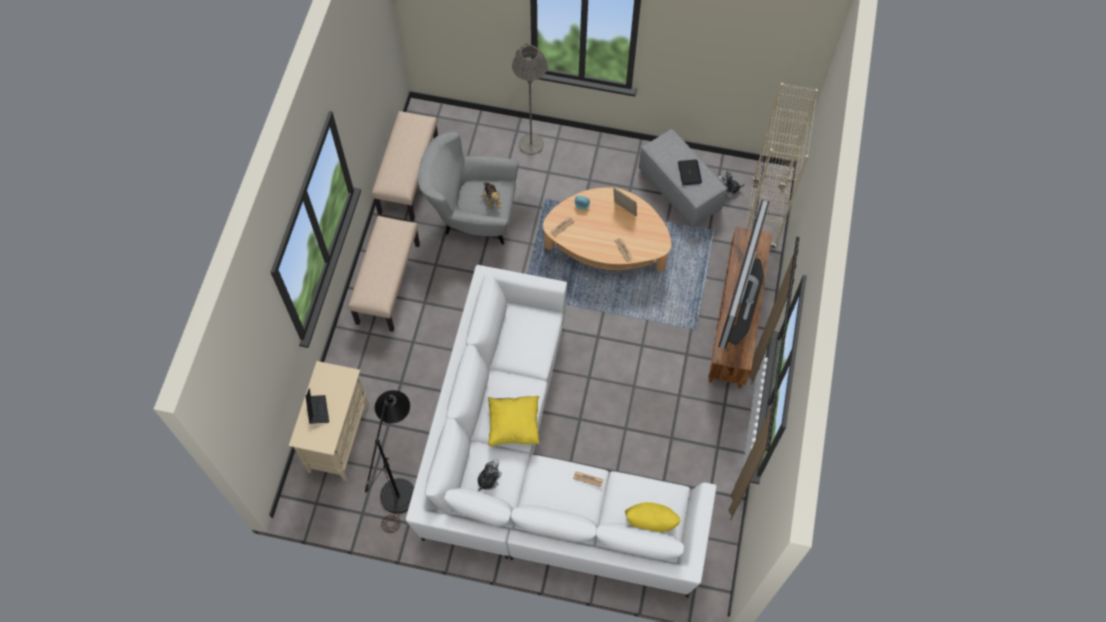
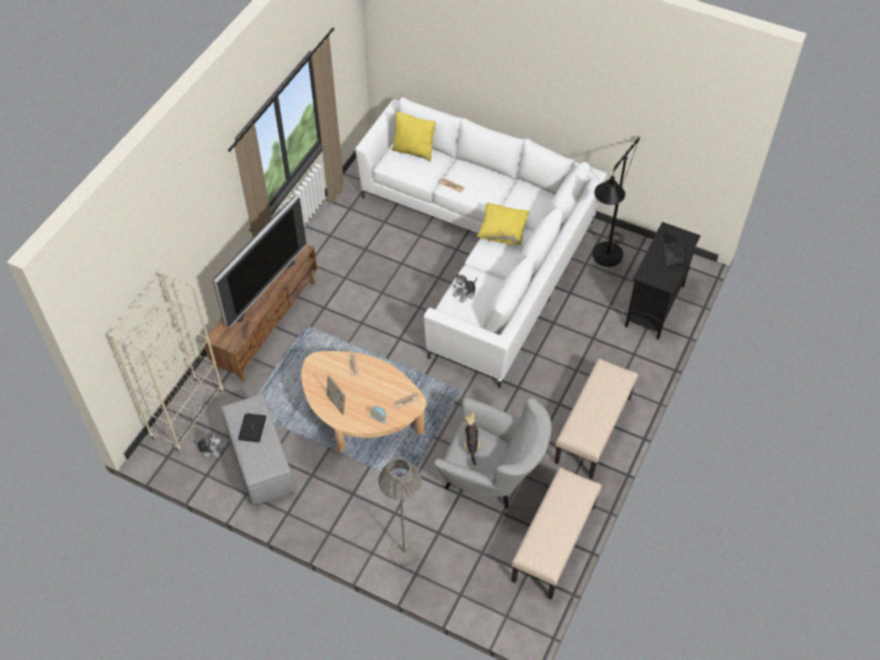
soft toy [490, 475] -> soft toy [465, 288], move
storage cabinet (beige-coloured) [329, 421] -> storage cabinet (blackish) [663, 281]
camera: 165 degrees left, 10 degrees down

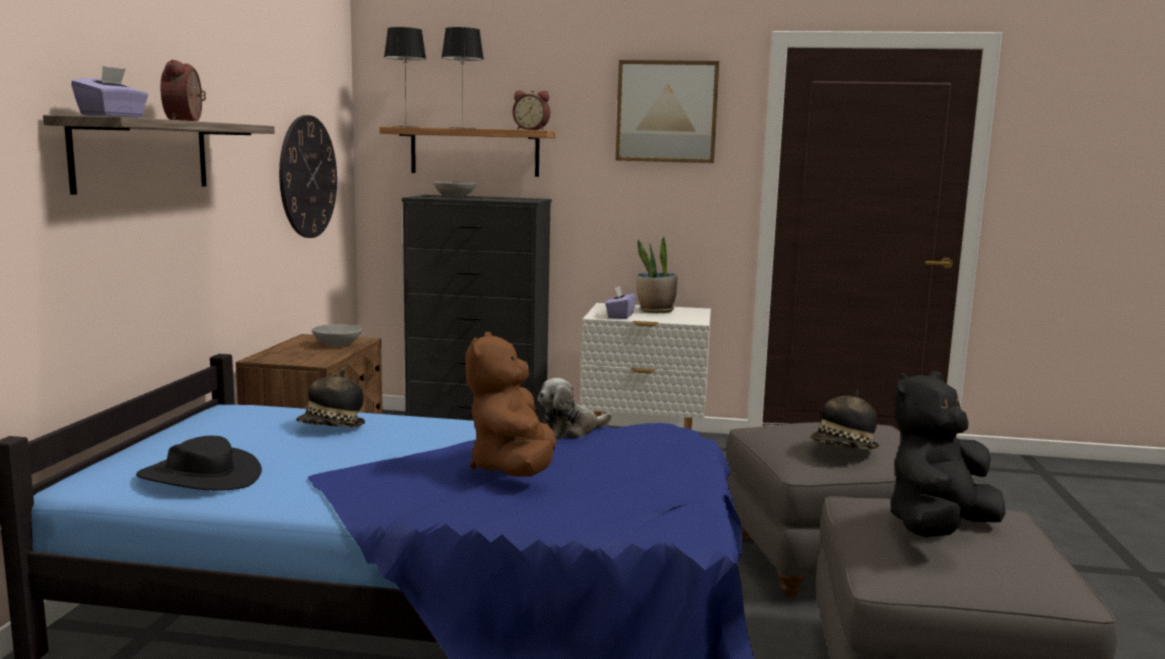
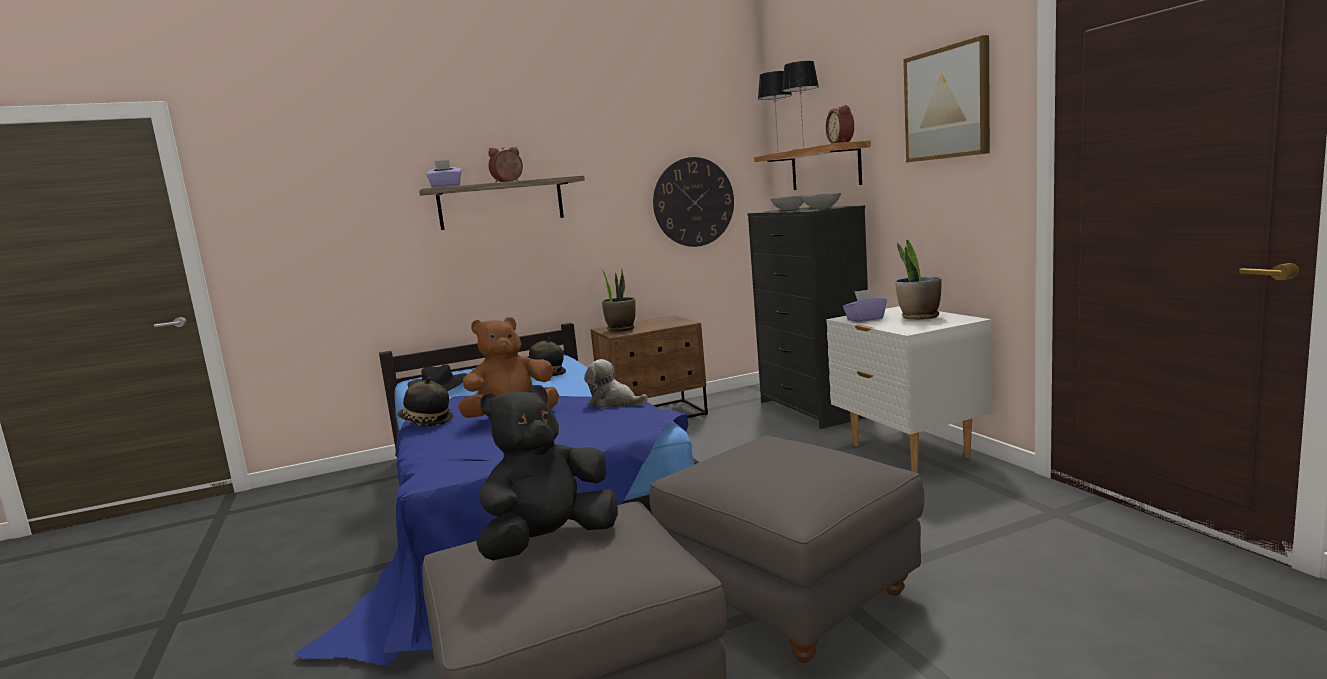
none -> potted plant [618, 300]
serving bowl (grey) [337, 335] -> serving bowl (grey) [821, 201], move
wearable hat [844, 420] -> wearable hat [425, 401], move
soft toy (blackish) [948, 454] -> soft toy (blackish) [547, 472], 60 degrees counterclockwise
camera: 60 degrees right, 0 degrees up

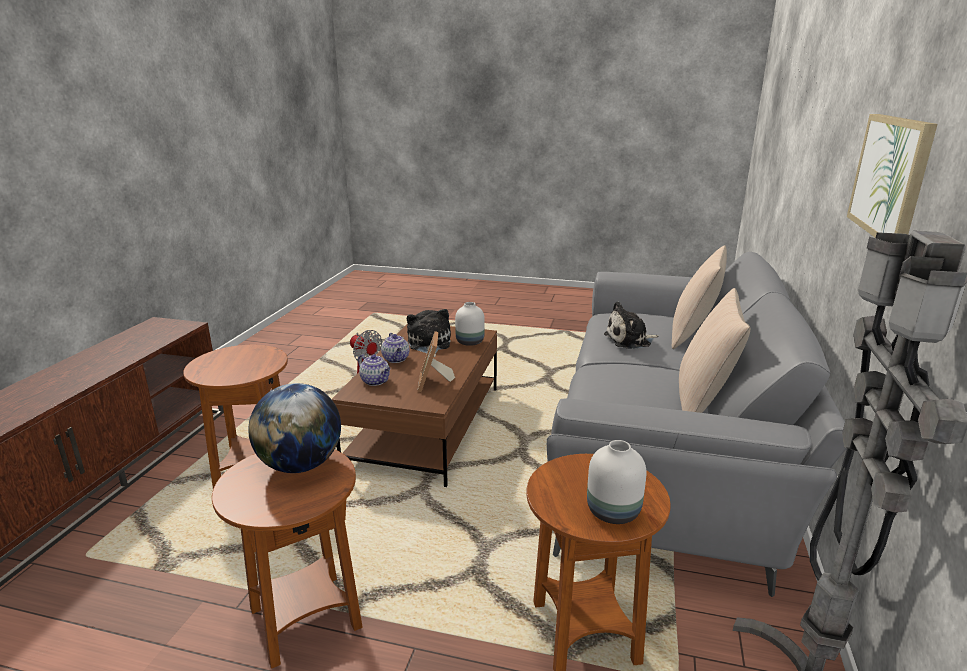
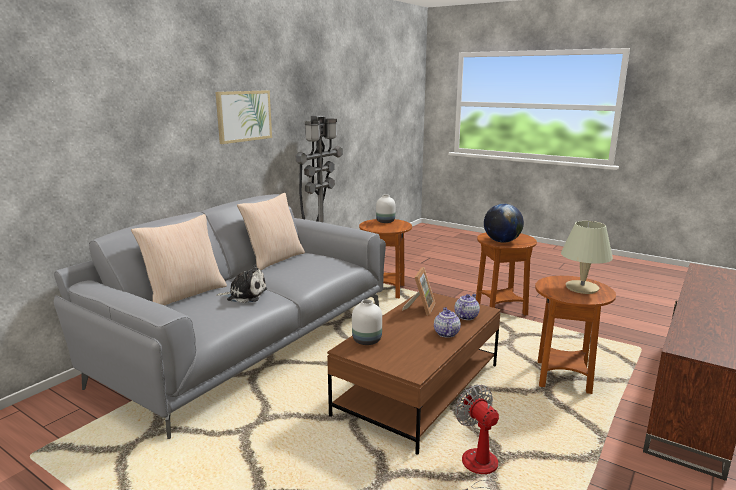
soft toy [429, 333] -> none
none -> tabletop lamp (beige-coloured) [587, 257]
pot for tea [374, 370] -> pot for tea [467, 307], 60 degrees clockwise
camera: 160 degrees left, 5 degrees down

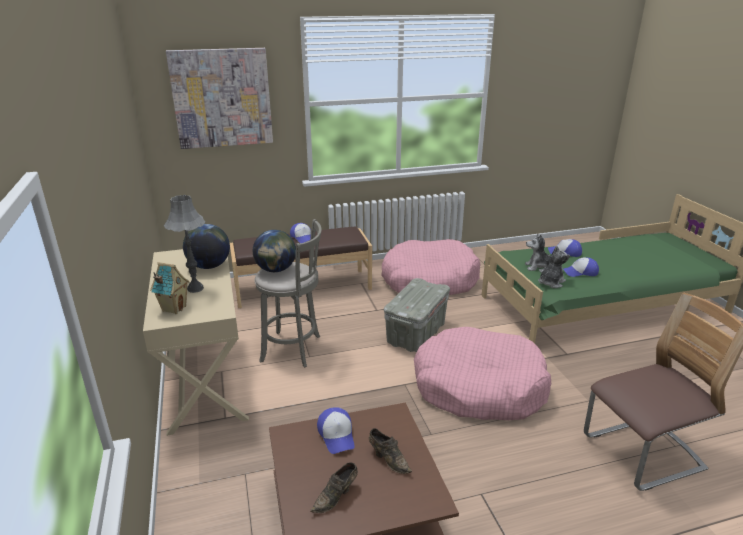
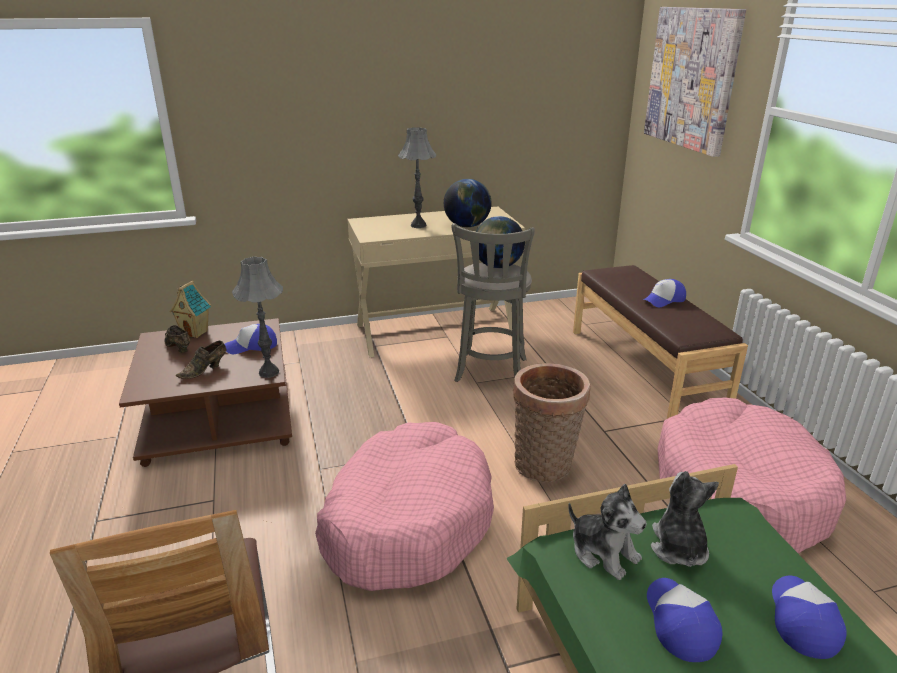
none -> tabletop lamp (grey) [257, 317]
miniature house [170, 288] -> miniature house [190, 309], move
storage container (grey) [417, 315] -> basket [552, 422]
camera: 90 degrees right, 0 degrees up

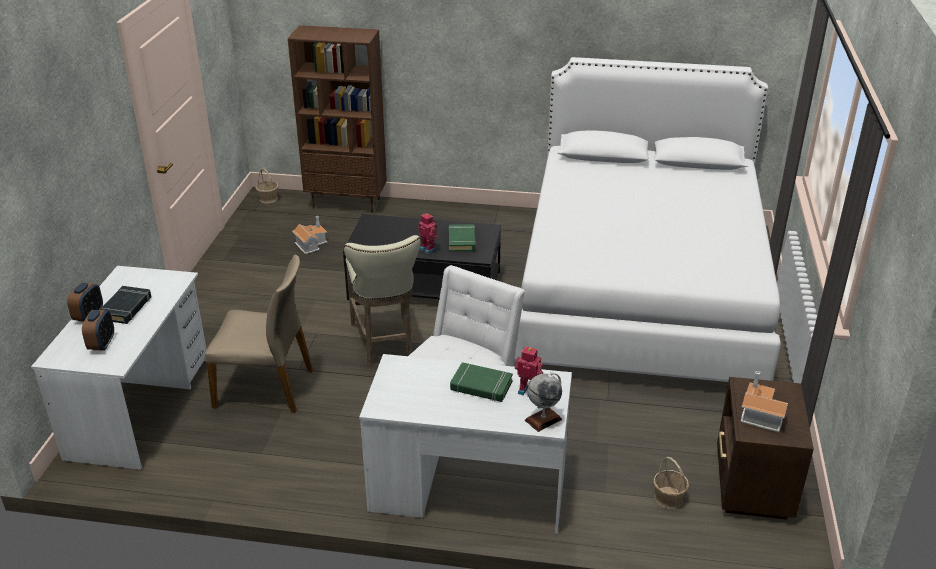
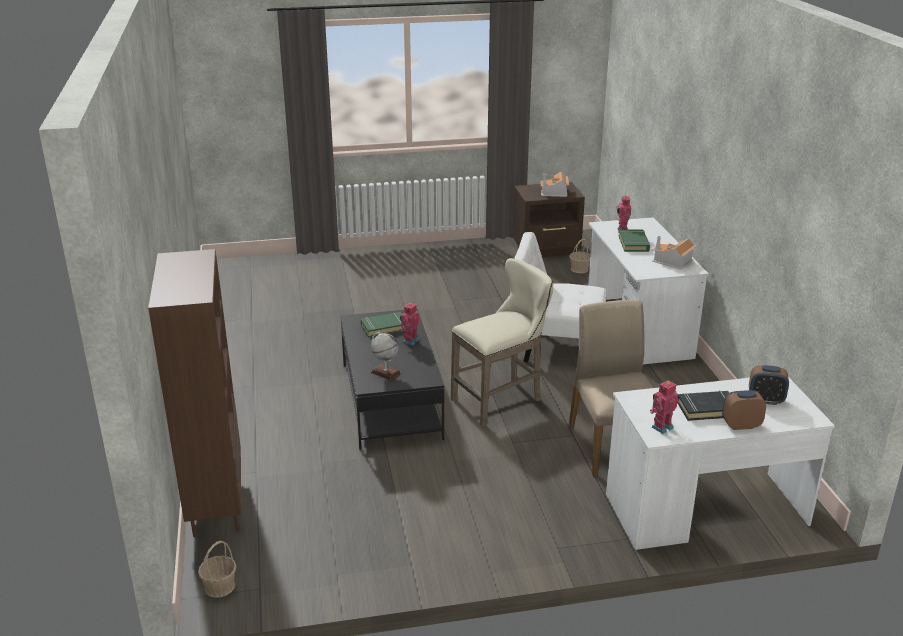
bed (whitish) [648, 219] -> none
none -> model robot [664, 407]
miniature house [309, 235] -> miniature house [674, 253], move
globe [543, 402] -> globe [386, 356], move
alarm clock [98, 330] -> alarm clock [769, 385], 150 degrees counterclockwise
camera: 110 degrees left, 5 degrees down

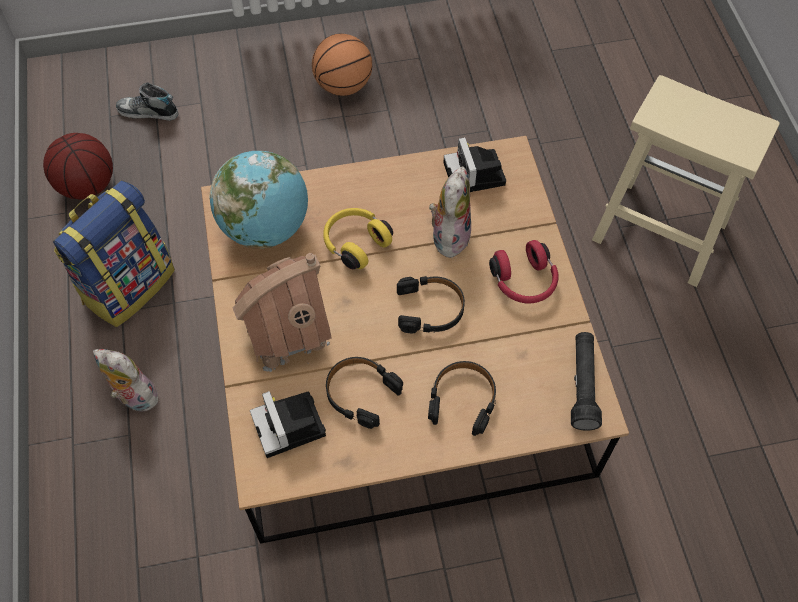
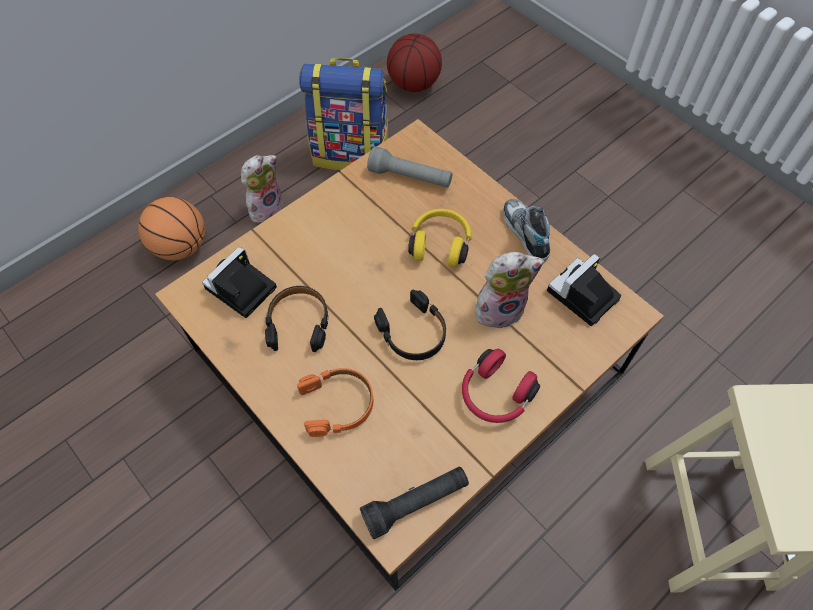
miniature house [282, 312] -> none
shoe [147, 101] -> shoe [526, 230], move
basketball [342, 65] -> basketball [171, 229], move
globe [259, 200] -> torch (grey) [410, 167]
headset (blackish) [462, 398] -> headset (orange) [335, 402]
soft toy [128, 380] -> soft toy [262, 189], 45 degrees clockwise
camera: 60 degrees right, 0 degrees up

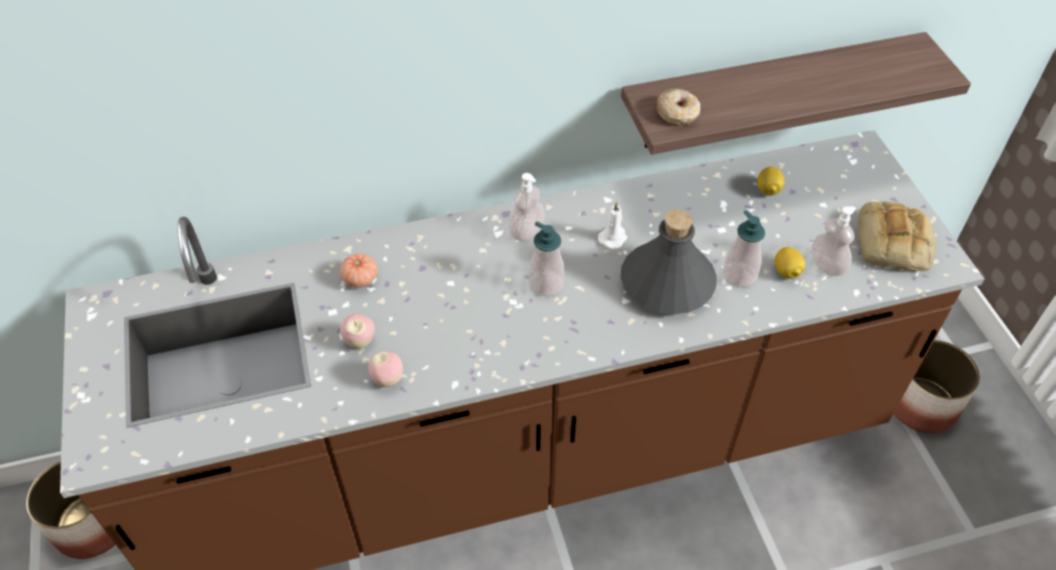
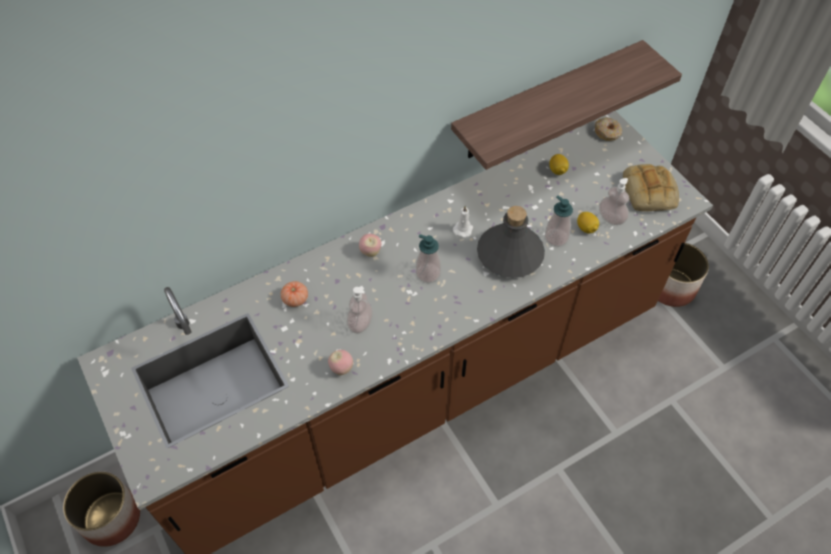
apple [357, 331] -> apple [370, 245], move
soap dispenser [527, 207] -> soap dispenser [360, 310], move
ring doughnut [678, 106] -> ring doughnut [608, 129], move
camera: 15 degrees left, 5 degrees up

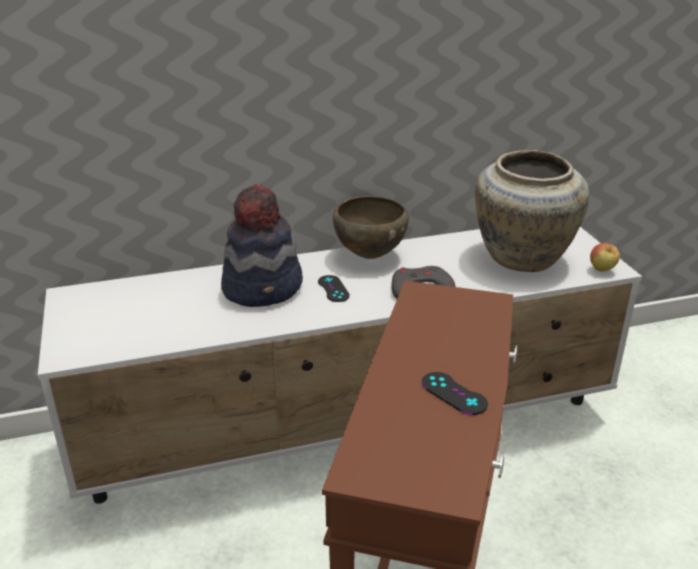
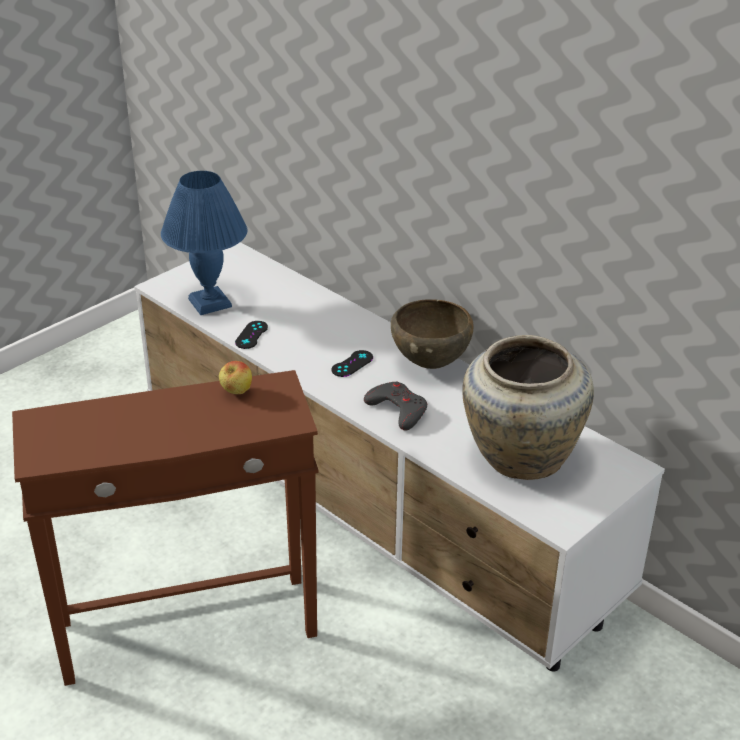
wearable hat [262, 245] -> none
none -> tabletop lamp (blue) [204, 243]
joypad (blackish) [455, 393] -> joypad (blackish) [251, 335], move
apple [605, 257] -> apple [235, 377], move
camera: 60 degrees right, 5 degrees up

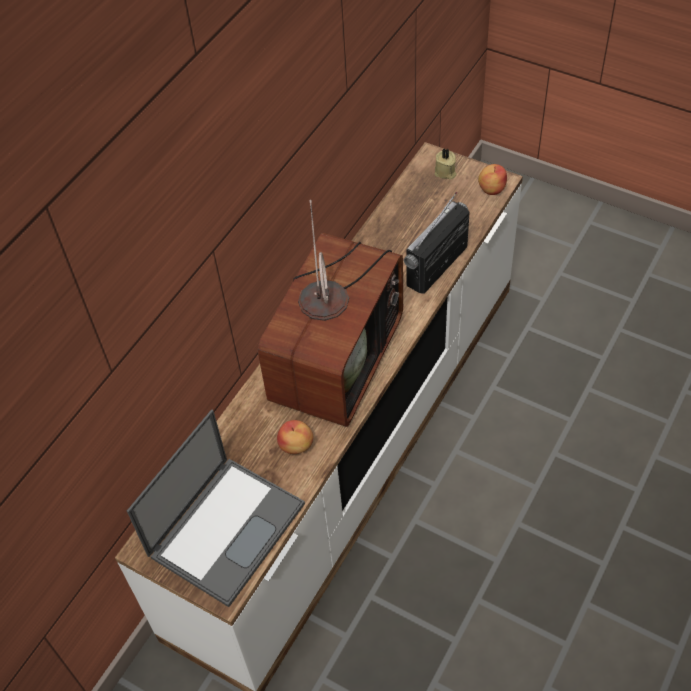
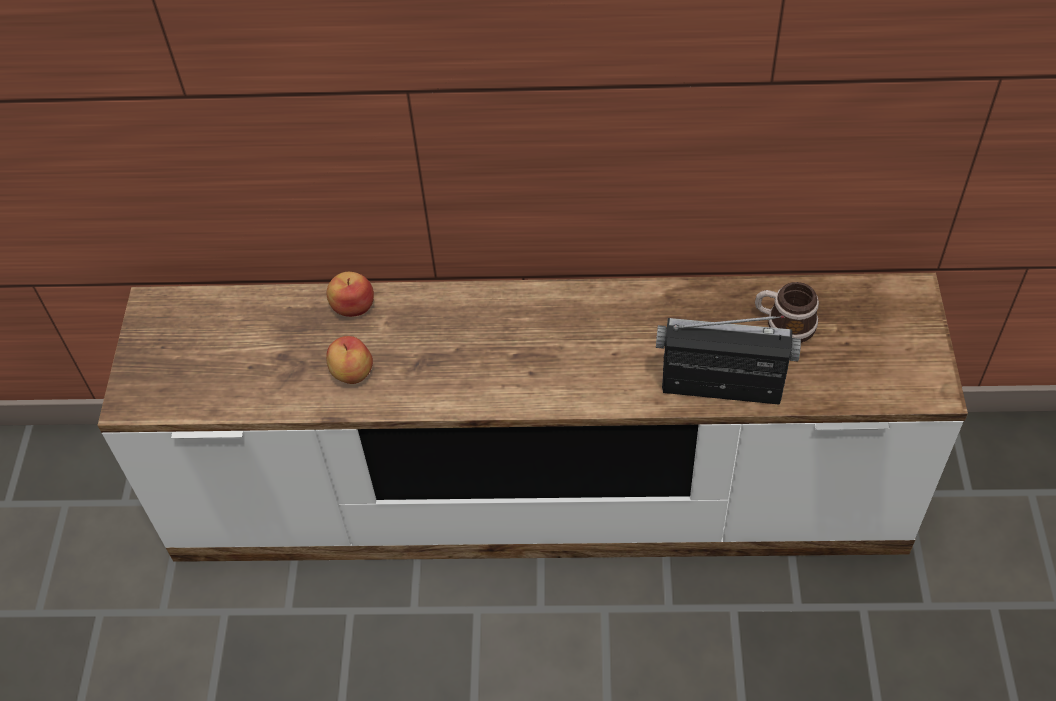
notebook computer [216, 508] -> none
TV set [330, 313] -> none
wax light (beige-coloured) [445, 164] -> none
none -> tea mug [787, 312]
apple [492, 179] -> apple [350, 294], move
camera: 60 degrees right, 0 degrees up

